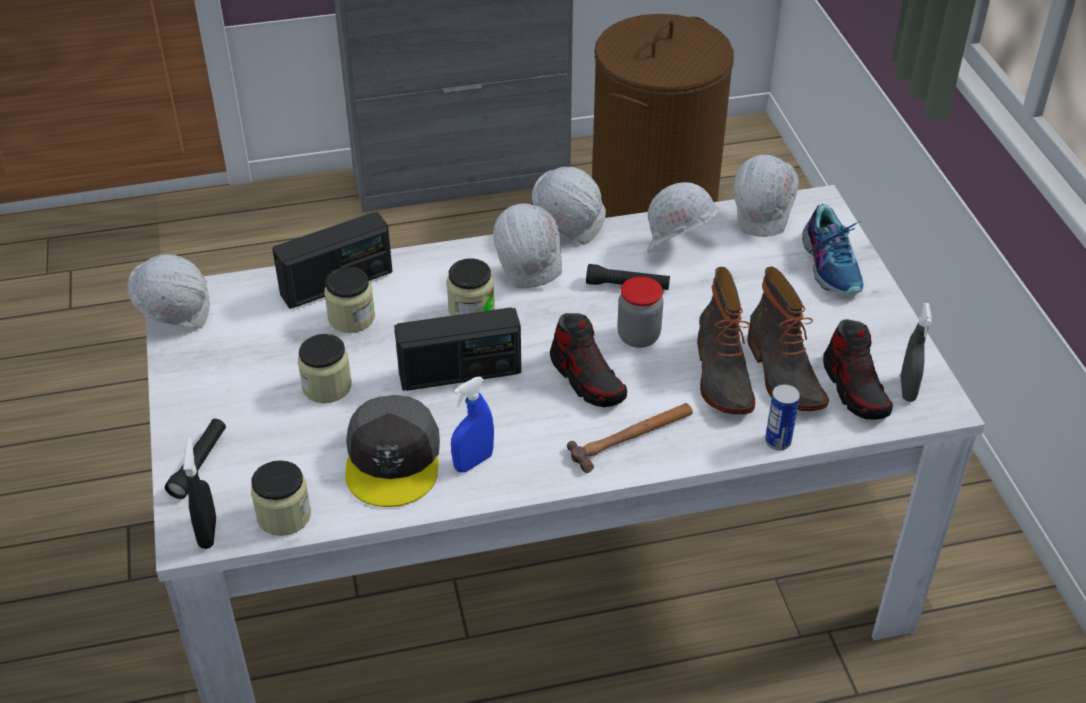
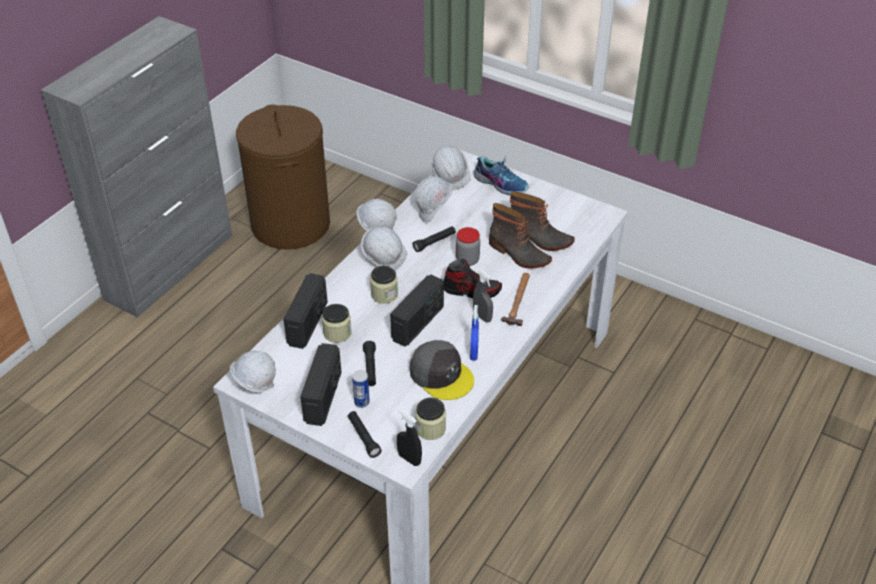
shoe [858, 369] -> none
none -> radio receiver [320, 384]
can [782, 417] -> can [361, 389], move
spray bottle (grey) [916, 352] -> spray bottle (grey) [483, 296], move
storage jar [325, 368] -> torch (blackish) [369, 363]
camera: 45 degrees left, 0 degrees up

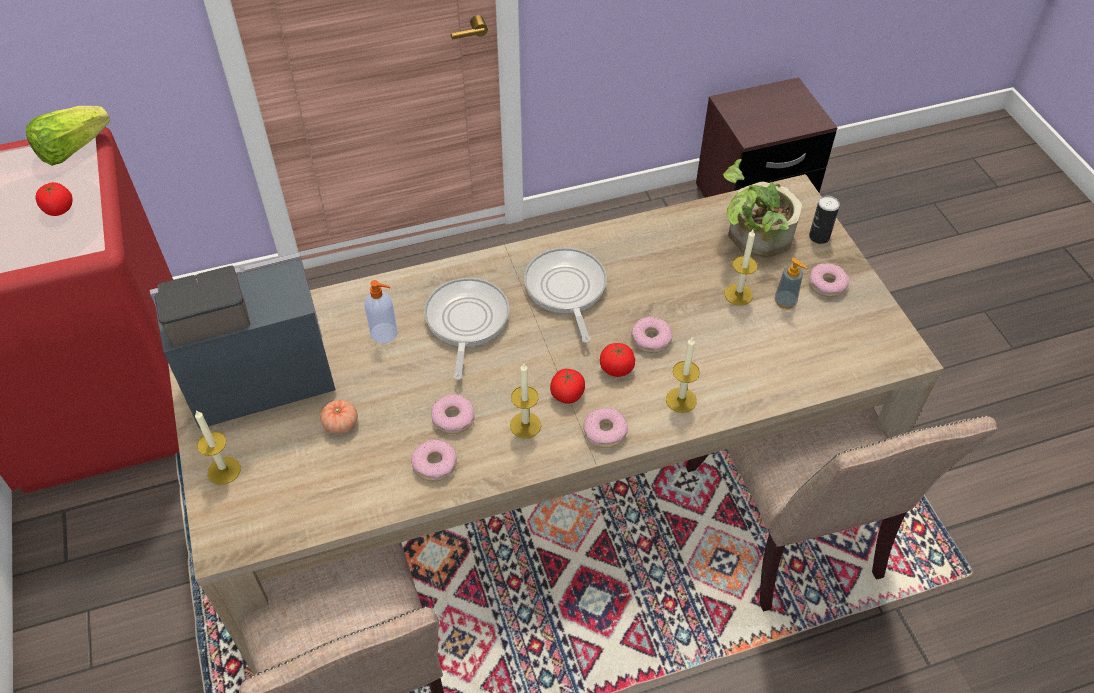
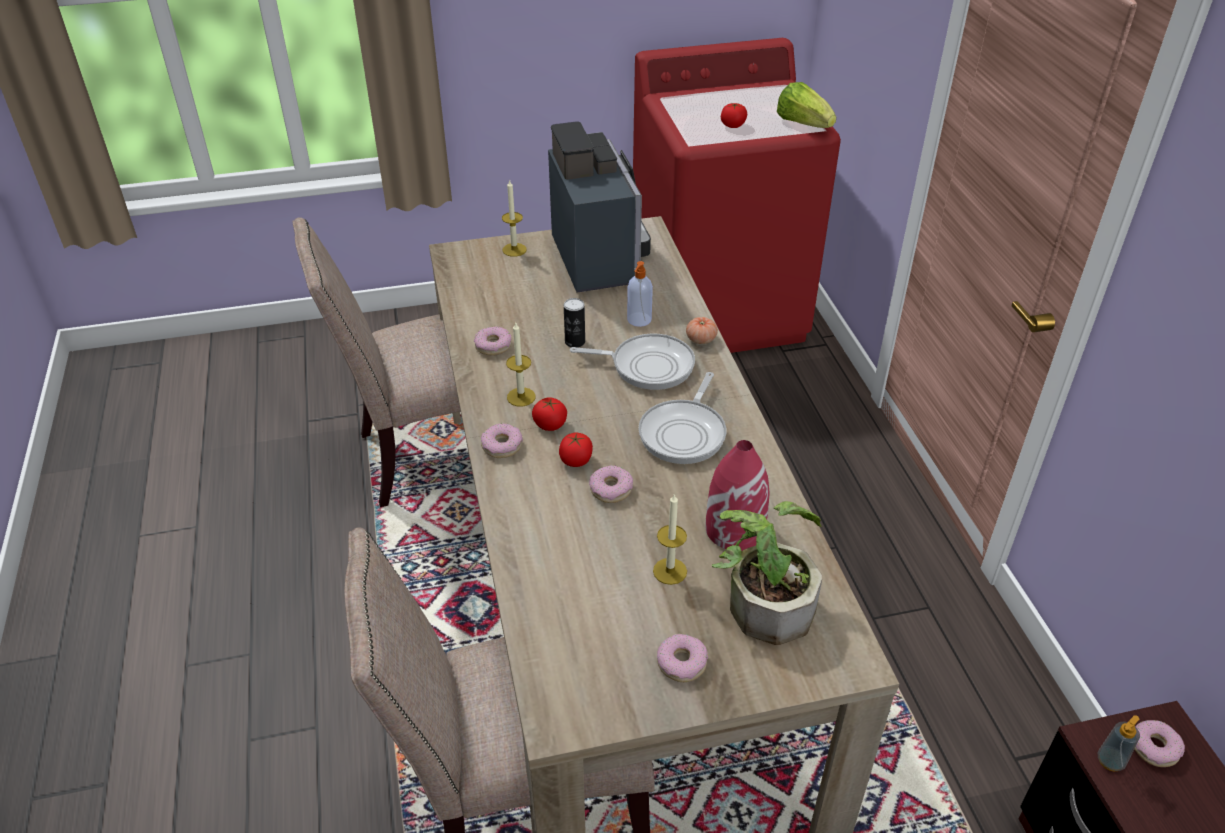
wax light [683, 375] -> none
none -> flower vase (red) [737, 495]
fresh tomato [339, 417] -> fresh tomato [702, 330], move
ring doughnut [452, 414] -> ring doughnut [1159, 743], move
soap dispenser [791, 283] -> soap dispenser [1119, 743], move
can [824, 220] -> can [574, 323], move
skillet [565, 295] -> skillet [682, 418], 120 degrees clockwise
camera: 95 degrees right, 10 degrees down

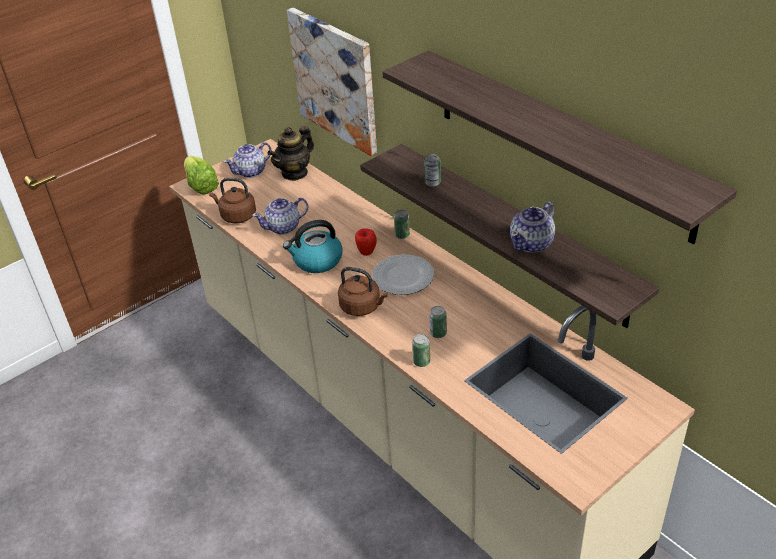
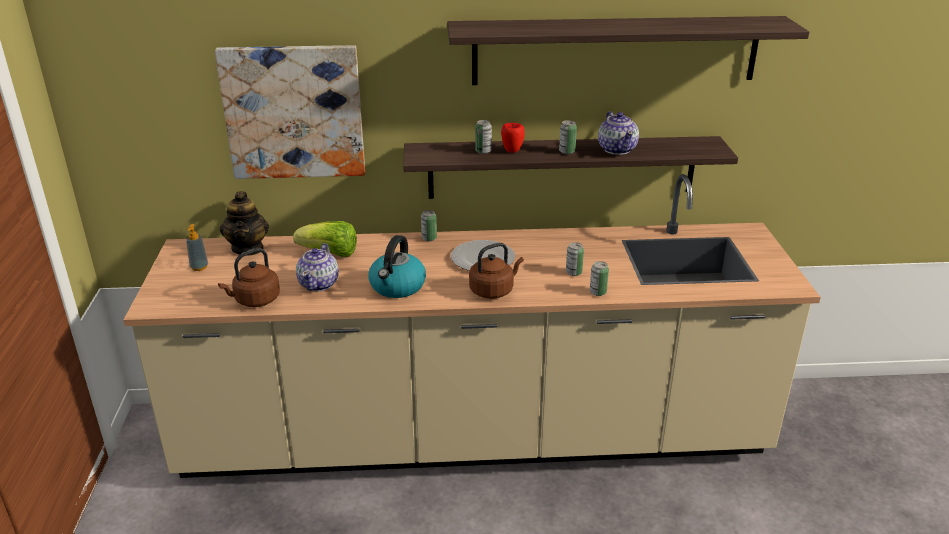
none -> can [568, 137]
lettuce [201, 175] -> lettuce [325, 239], move
apple [366, 242] -> apple [513, 138], move
pot for tea [248, 160] -> soap dispenser [197, 247]
camera: 55 degrees left, 10 degrees down

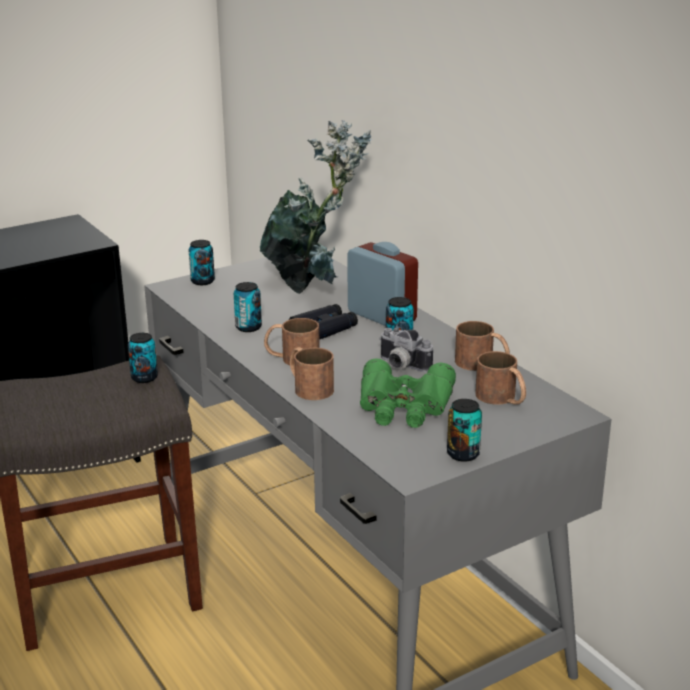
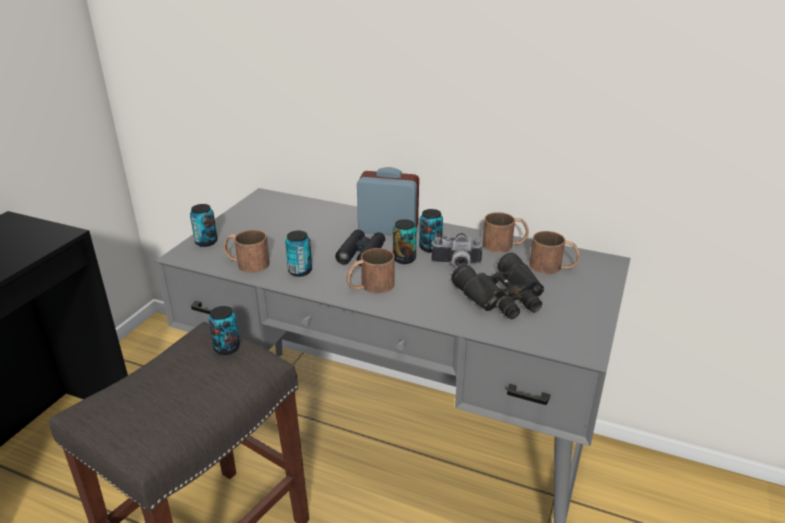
potted plant [316, 207] -> none
tea mug (brown) [312, 373] -> tea mug (brown) [246, 251], move
can [464, 430] -> can [405, 241], move
binoculars (green) [408, 393] -> binoculars (blackish) [497, 286]
camera: 35 degrees left, 5 degrees up

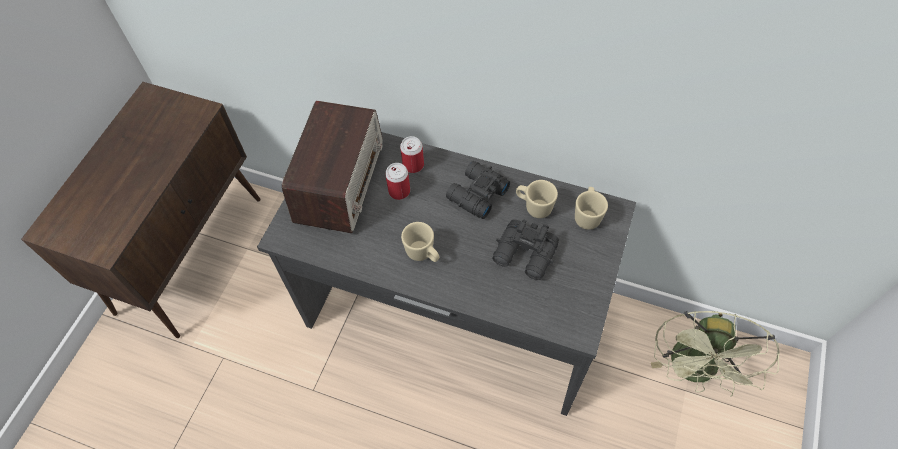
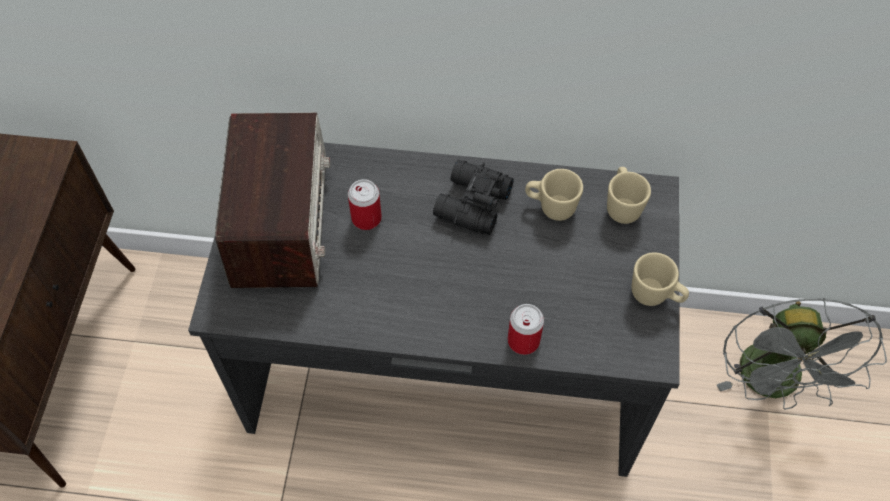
binoculars (blackish) [525, 249] -> none
can [412, 154] -> can [526, 329], move
tea mug (beige-coloured) [420, 242] -> tea mug (beige-coloured) [660, 279], move
fan (green) [715, 354] -> fan (grey) [802, 354]
camera: 15 degrees left, 0 degrees up

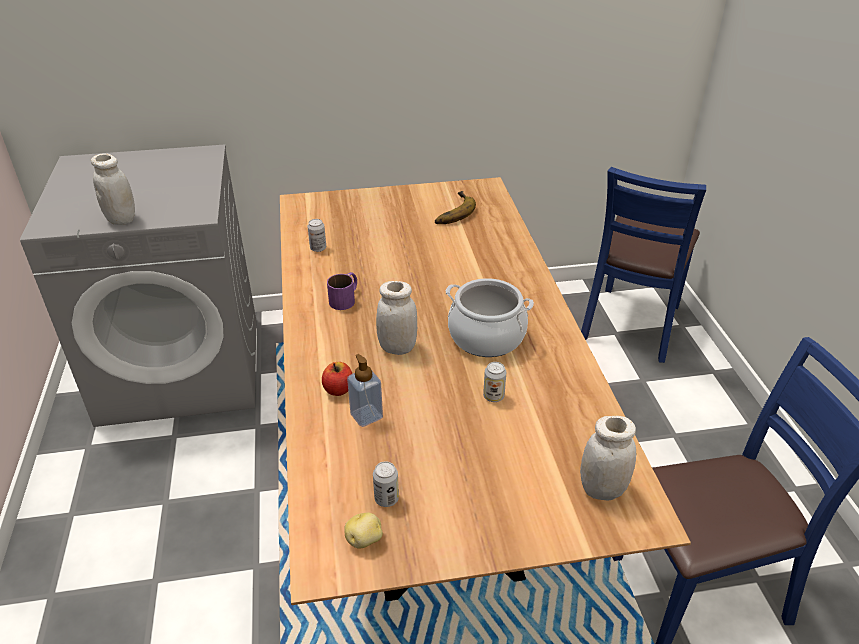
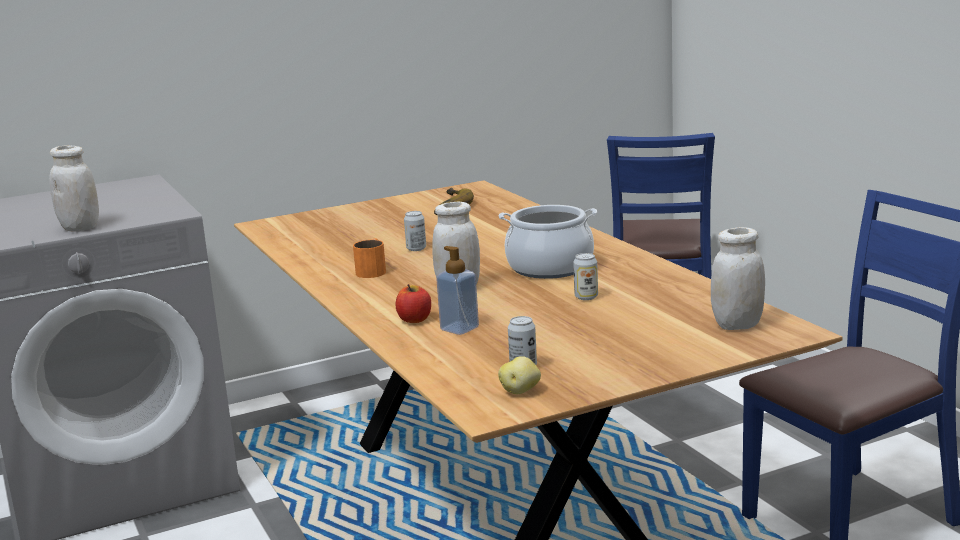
can [316, 235] -> can [415, 231], move
tea mug (purple) [342, 291] -> tea mug (orange) [369, 258]
camera: 15 degrees left, 20 degrees down

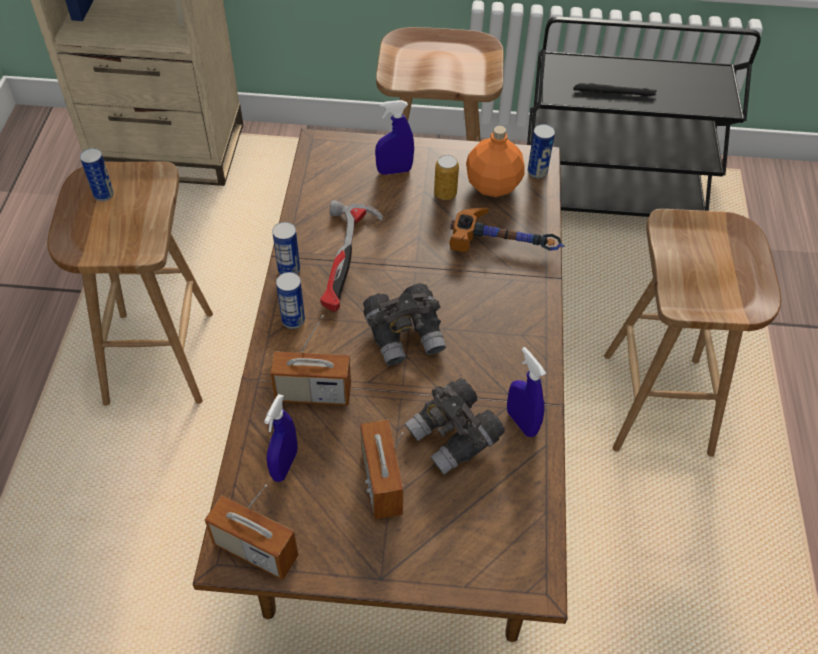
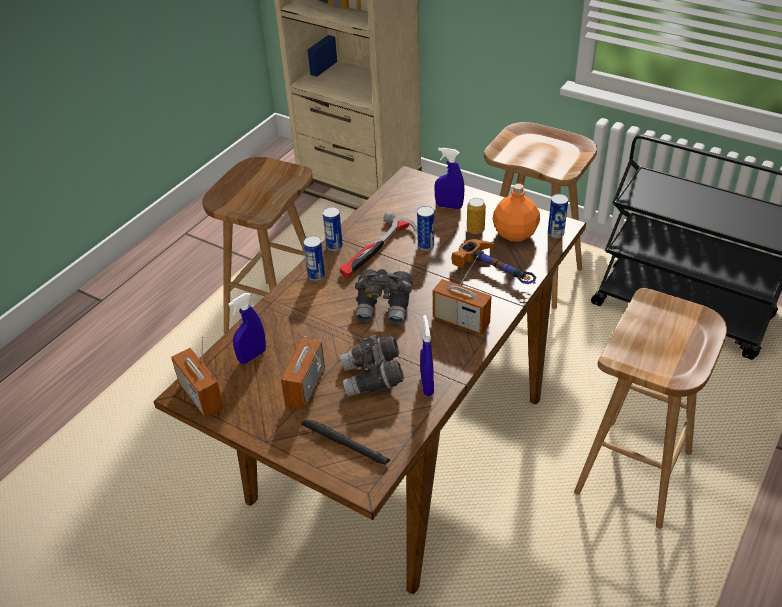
can [97, 174] -> can [425, 228], move
radio receiver [310, 360] -> radio receiver [462, 295], move
torch (blackish) [615, 89] -> torch (blackish) [345, 442], move
camera: 30 degrees right, 10 degrees down

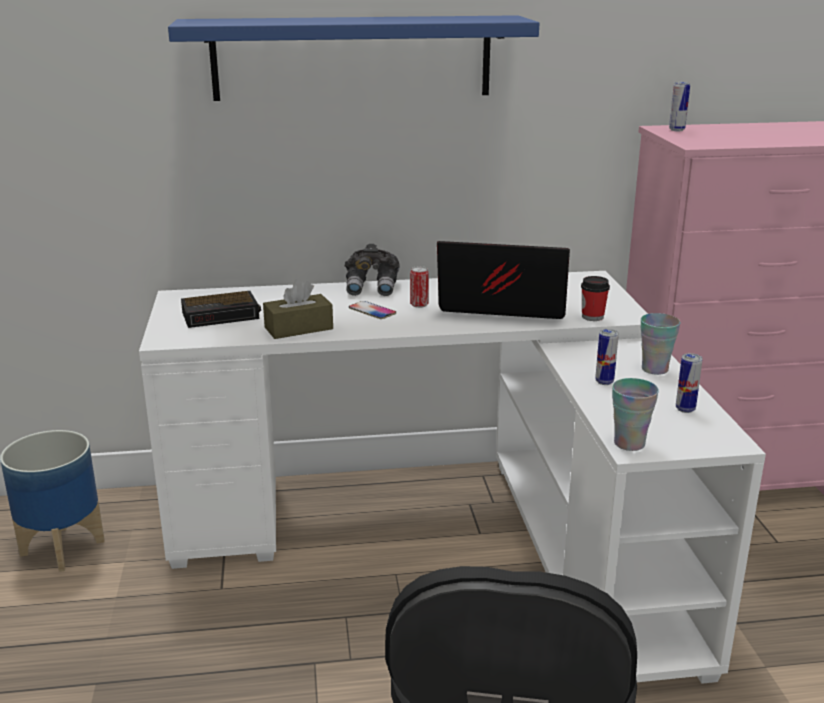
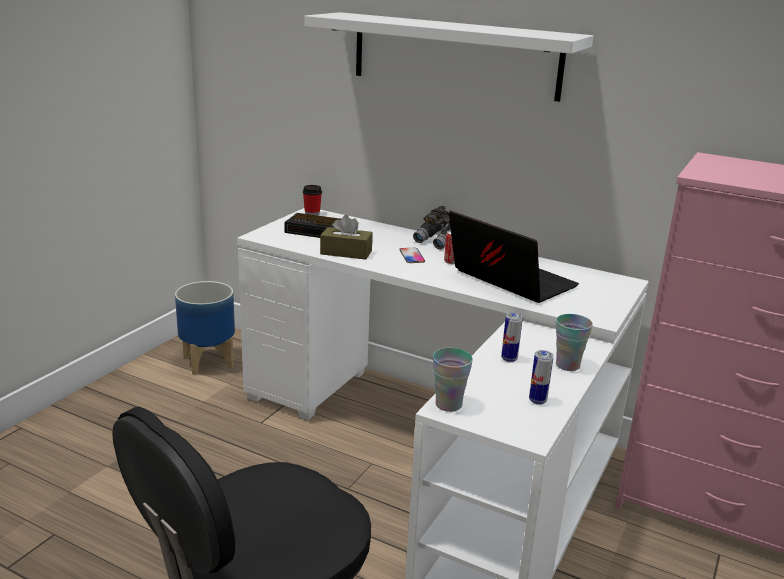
can [679, 106] -> none
small cup [595, 298] -> small cup [312, 200], move
shelf (blue) [353, 58] -> shelf (whitish) [449, 57]
camera: 35 degrees right, 0 degrees up

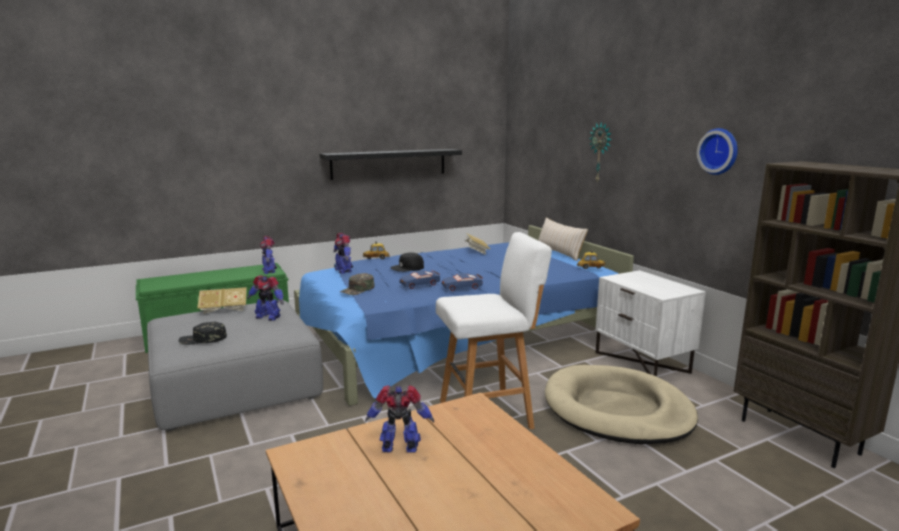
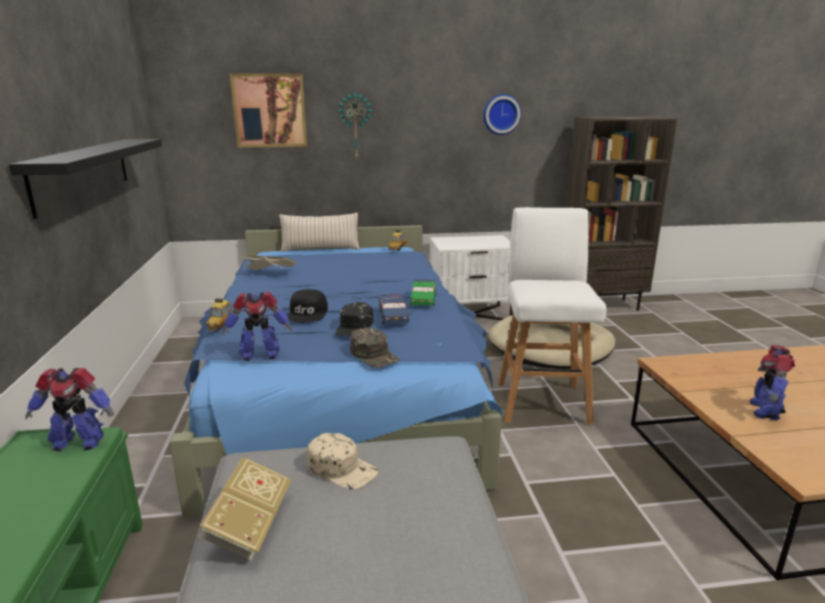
none -> wall art [268, 110]
peaked cap (blackish) [203, 333] -> peaked cap (blackish) [354, 319], move
model robot [265, 298] -> peaked cap (beige-coloured) [342, 461]
miniature car (blue) [462, 282] -> miniature car (green) [423, 293]
camera: 70 degrees left, 5 degrees up

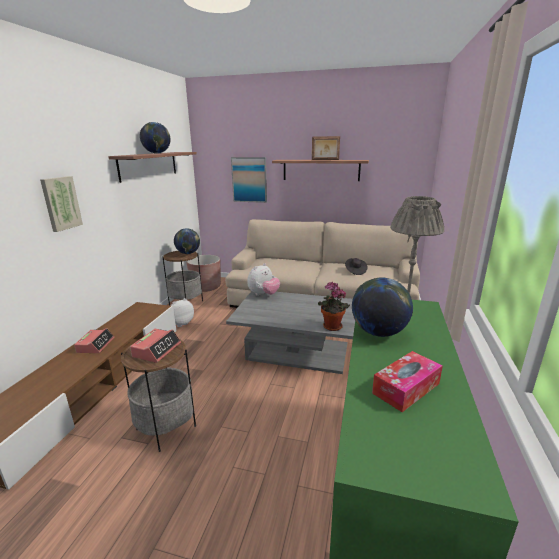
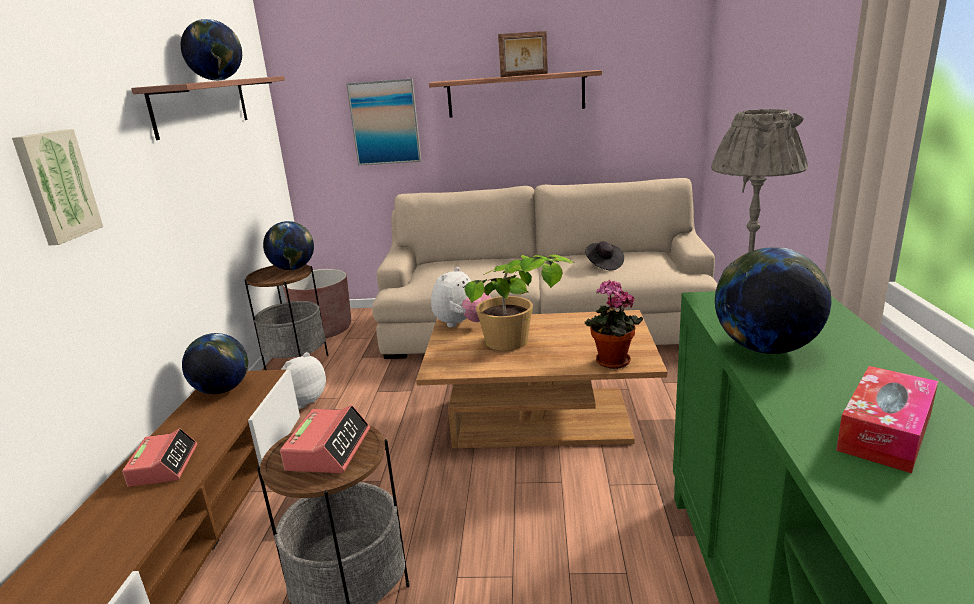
none -> globe [215, 363]
none -> potted plant [520, 302]
lounge table (grey) [290, 332] -> lounge table (brown) [541, 379]
camera: 10 degrees left, 0 degrees up

